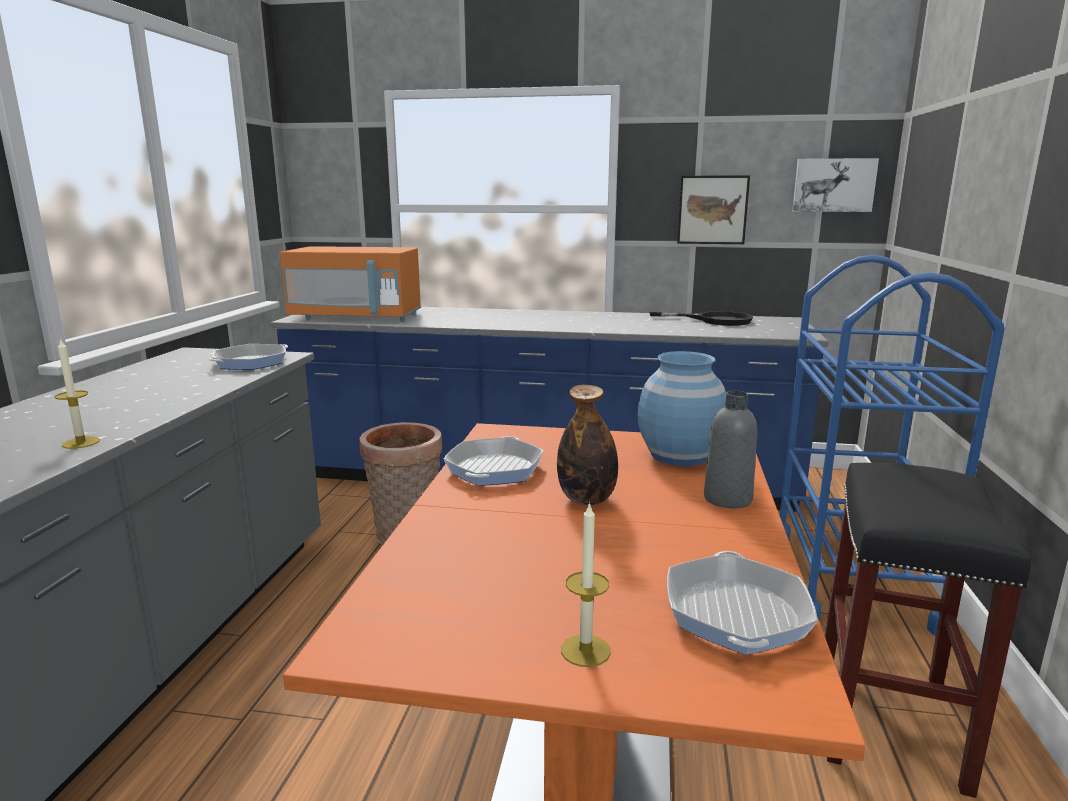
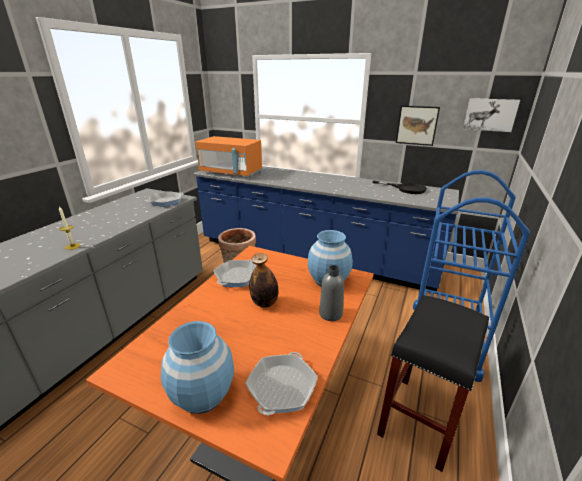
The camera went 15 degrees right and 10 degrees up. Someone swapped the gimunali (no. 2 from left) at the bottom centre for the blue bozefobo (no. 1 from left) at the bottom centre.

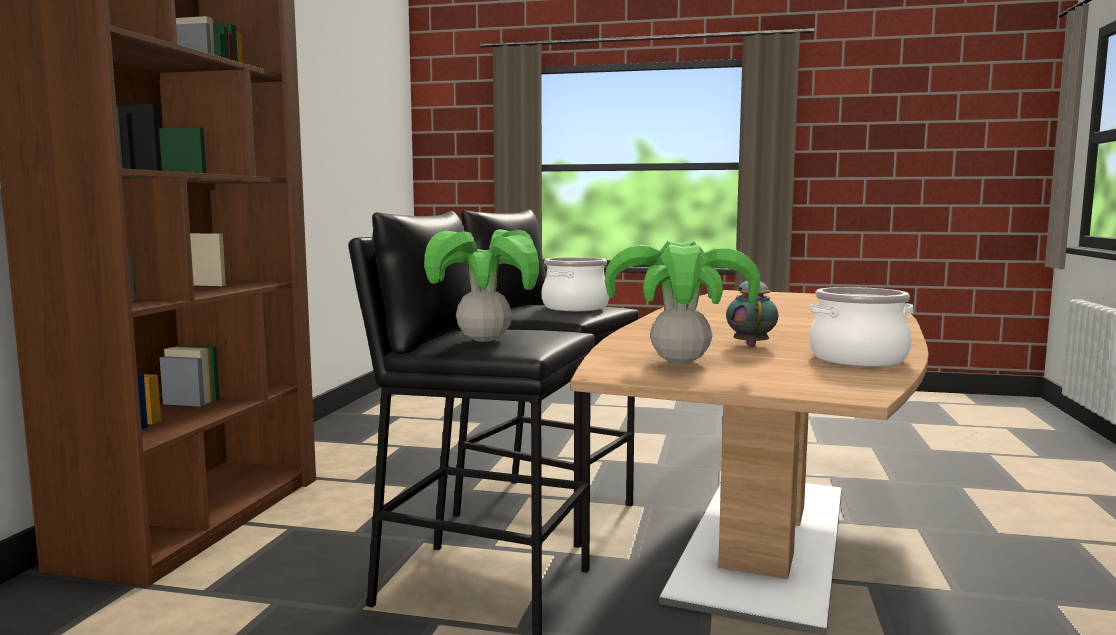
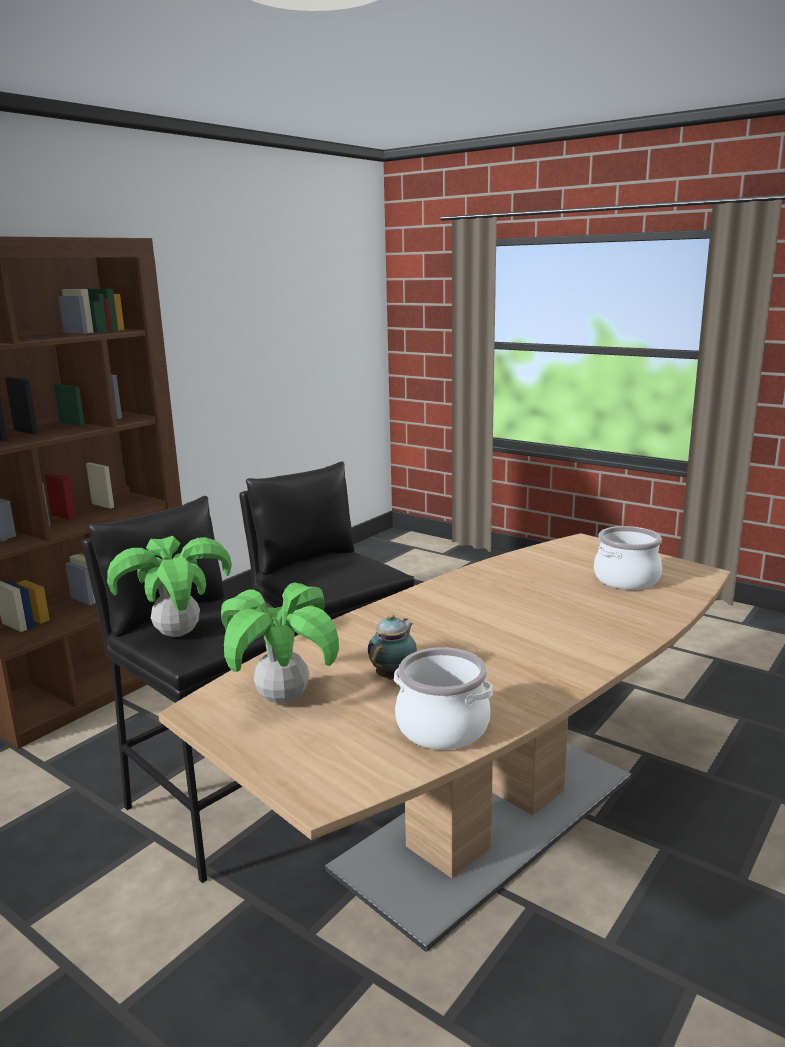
The camera went 25 degrees right and 10 degrees up. Someone carried the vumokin (no. 1 from left in the first image) from the centre to the middle right.

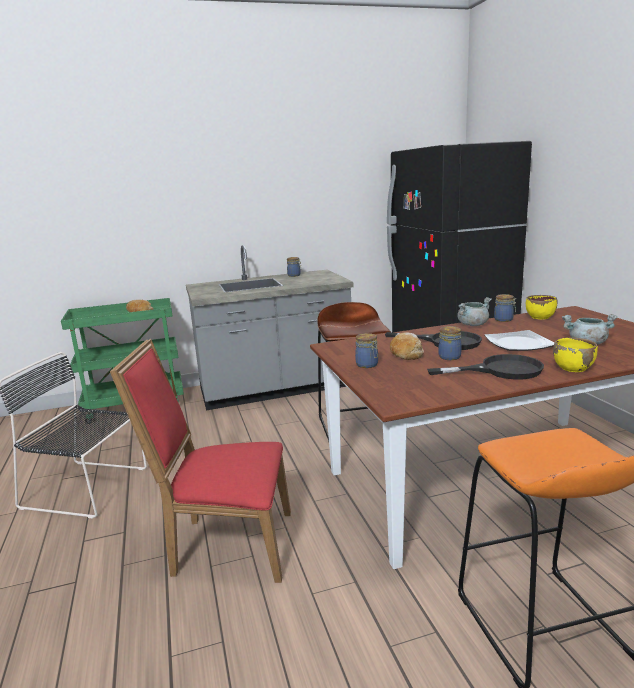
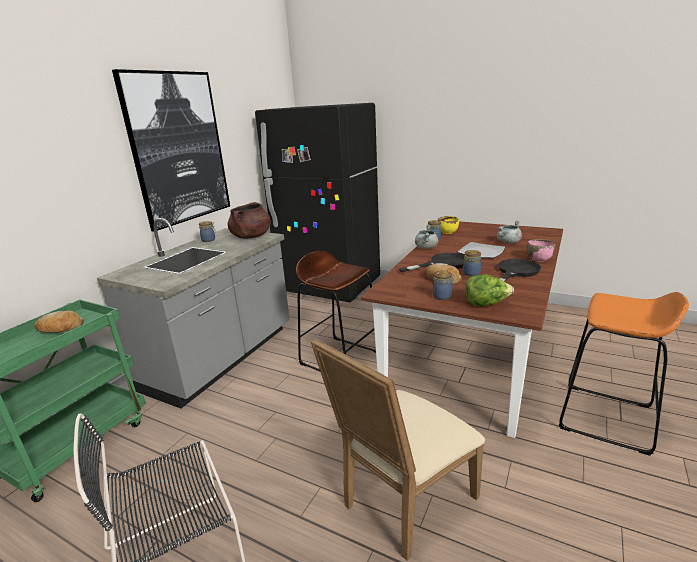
The camera went 45 degrees left and 5 degrees up. Someone put up the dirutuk at the top left. Someone put down the brown vumokin at the centre. Someone put down the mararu at the middle right. Someone repainted the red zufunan at the bottom left, which became the beige zufunan at the bottom centre. Someone repainted the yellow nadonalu (no. 2 from left) at the middle right, which became the pink nadonalu at the middle right.

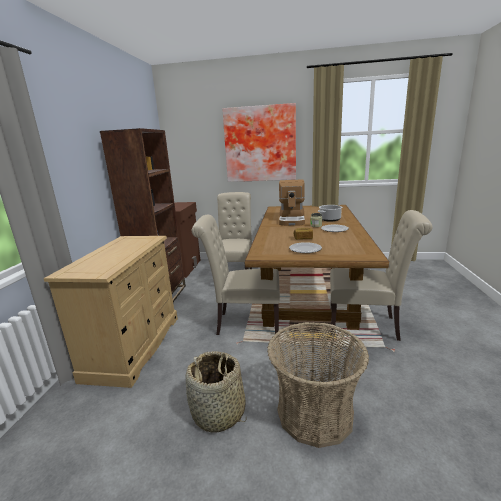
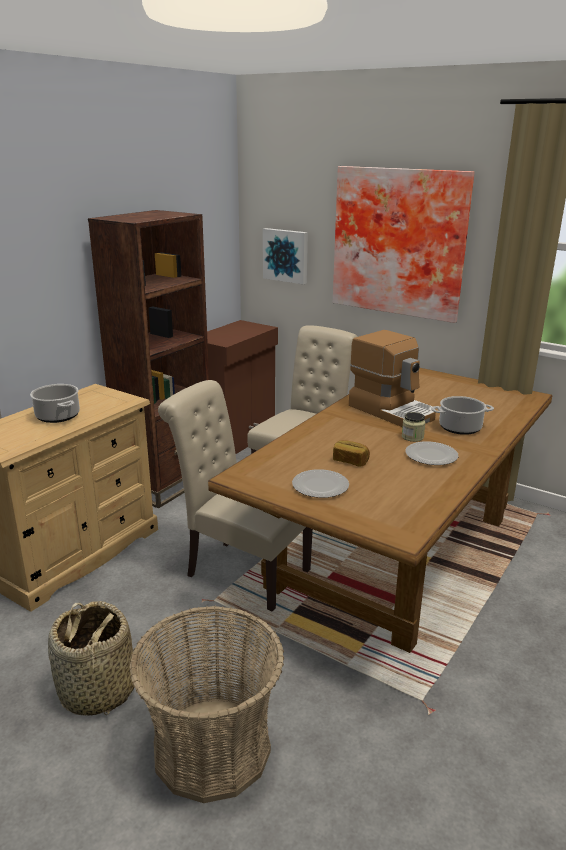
The camera went 25 degrees right and 5 degrees up. Someone took away the beige zufunan (no. 3 from left) at the middle right. Someone put down the vumokin (no. 1 from left) at the middle left. Someone put up the dirutuk (no. 1 from left) at the top centre. Someone rotated the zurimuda at the centre by 75 degrees counterclockwise.

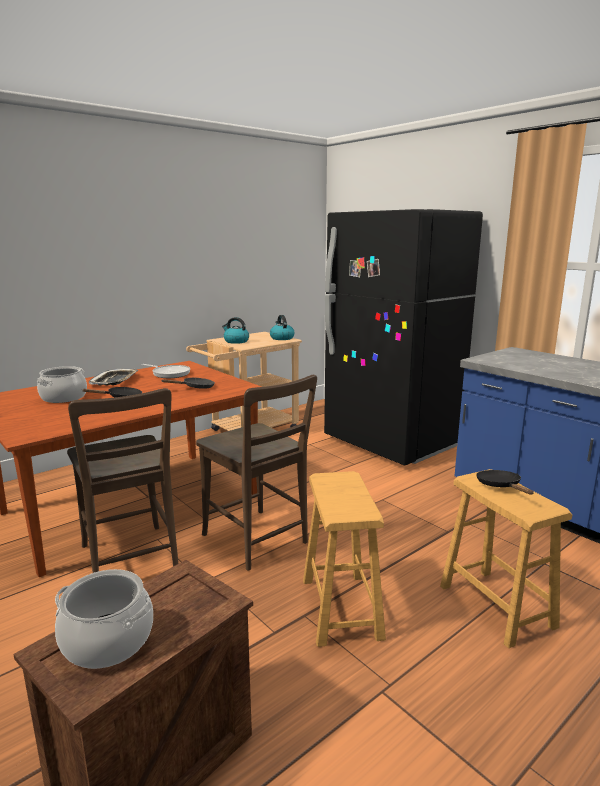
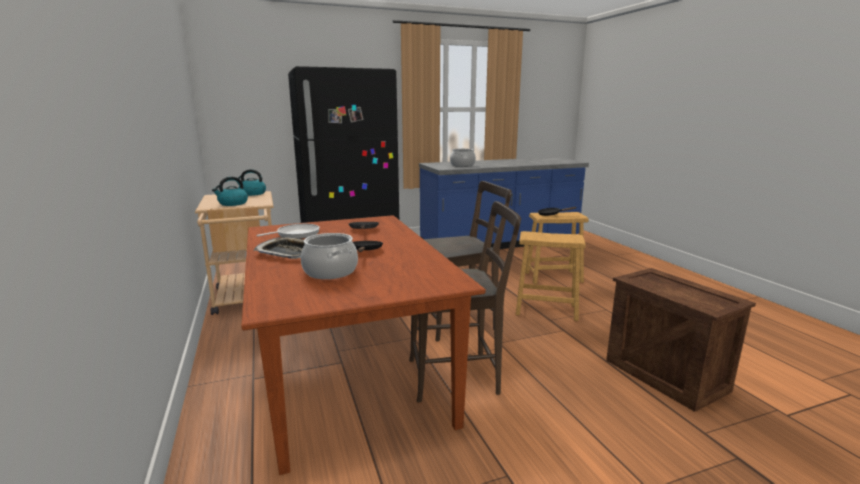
The camera went 70 degrees left and 0 degrees up. Someone carried the vumokin (no. 2 from left) from the bottom left to the top centre.

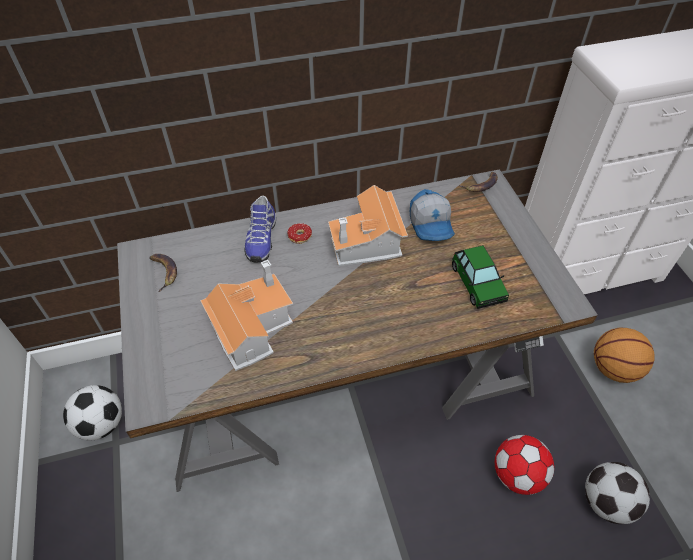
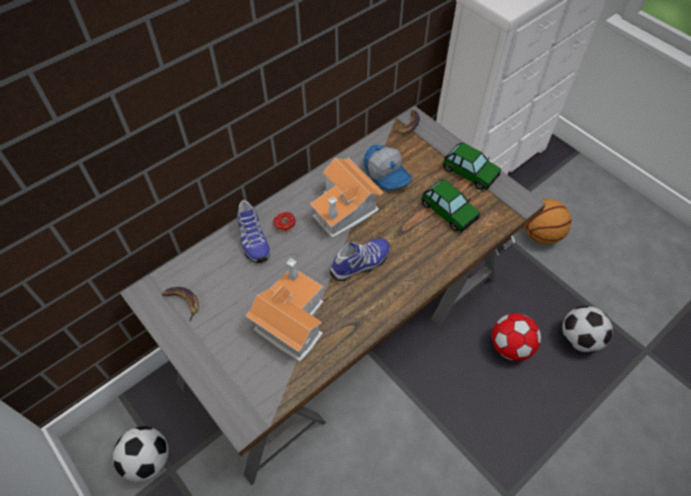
The camera went 25 degrees left and 5 degrees up. Someone put down the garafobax (no. 2 from left) at the centre. Someone put down the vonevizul (no. 2 from left) at the middle right.

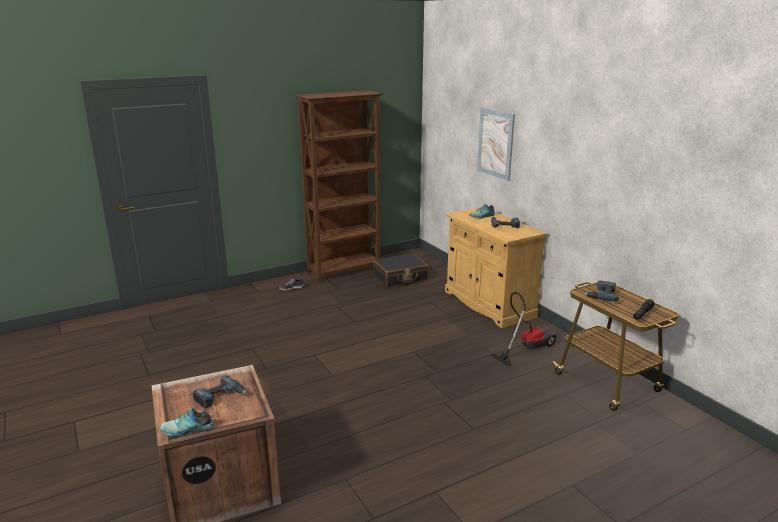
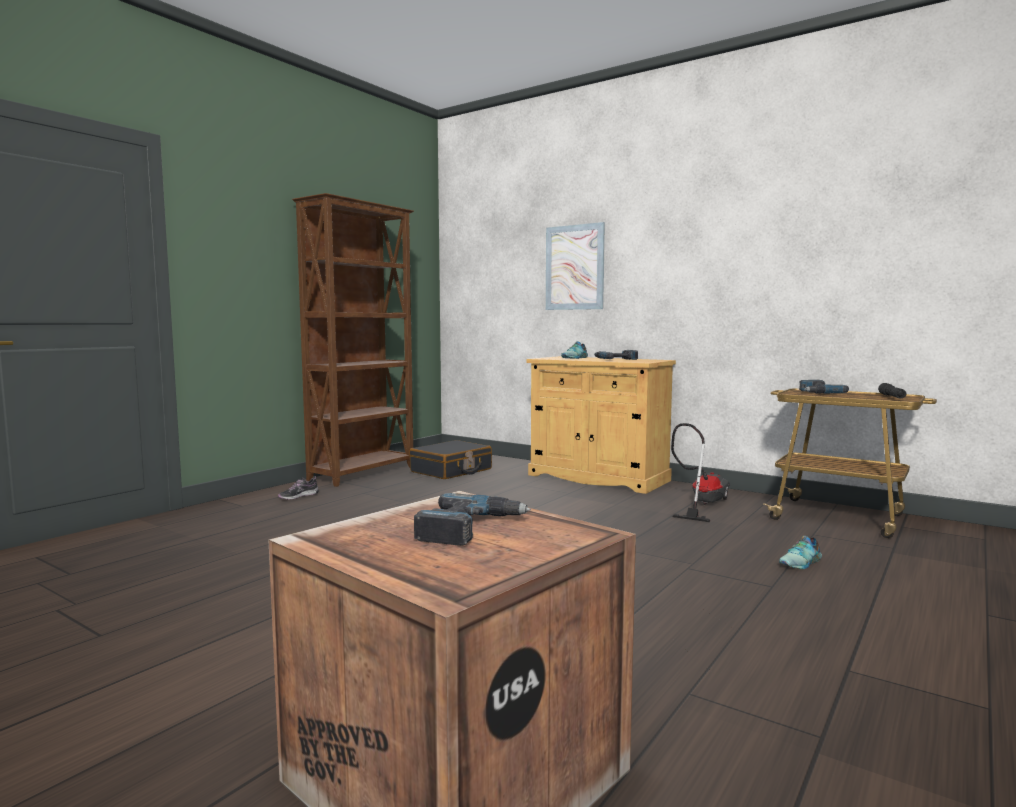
The camera went 25 degrees left and 15 degrees down. Someone carried the garafobax (no. 1 from left in the first image) from the bottom left to the bottom right.

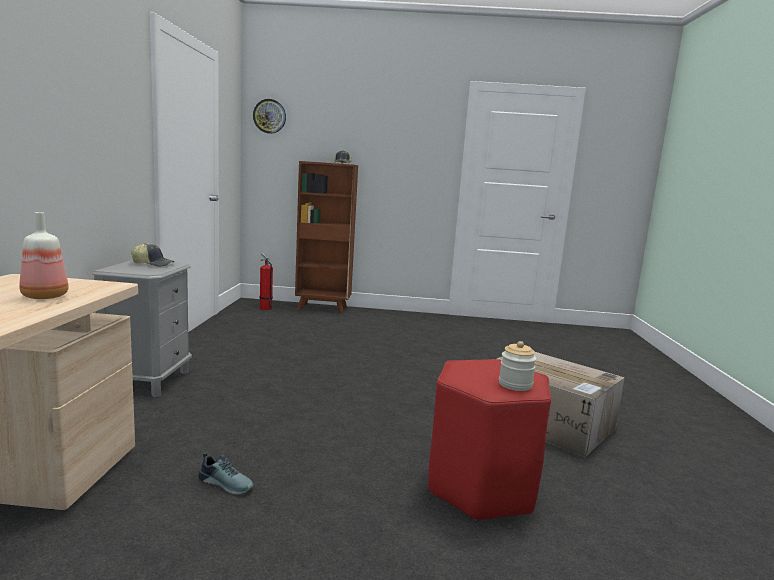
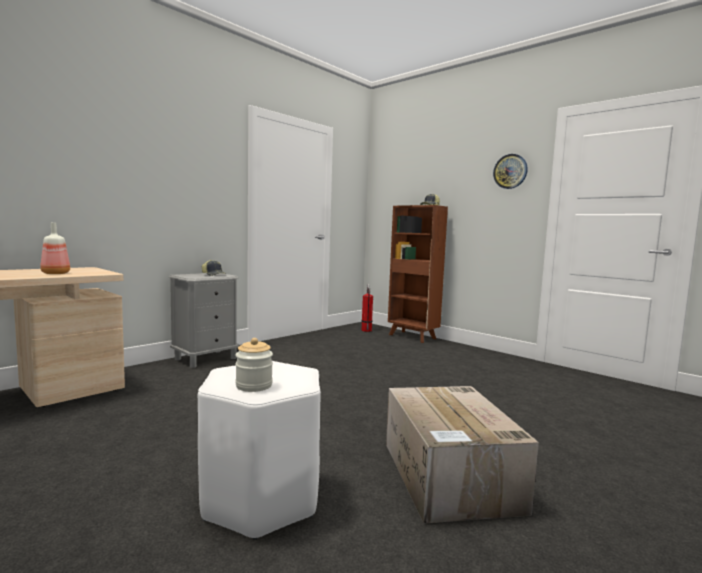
The camera went 40 degrees right and 5 degrees down. Someone took away the garafobax at the bottom left. Someone carried the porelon from the top centre to the top right. Someone repainted the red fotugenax at the bottom centre, which became the white fotugenax at the bottom centre.

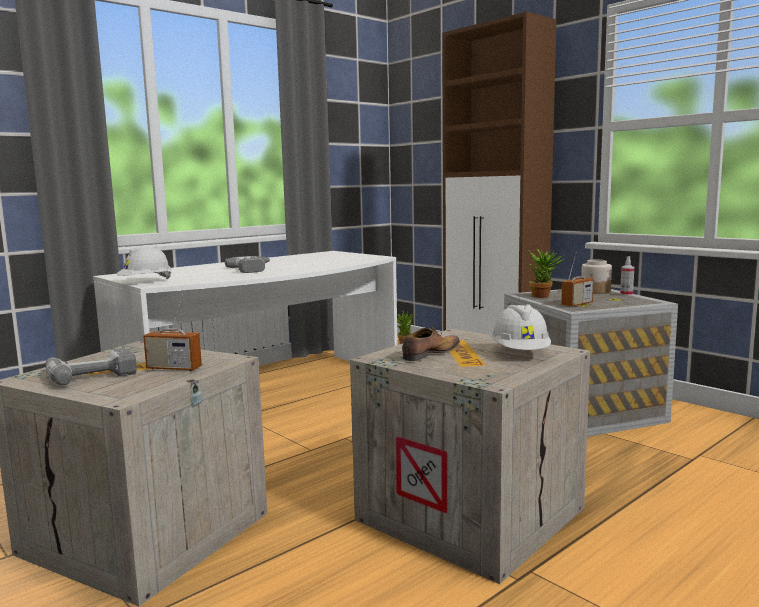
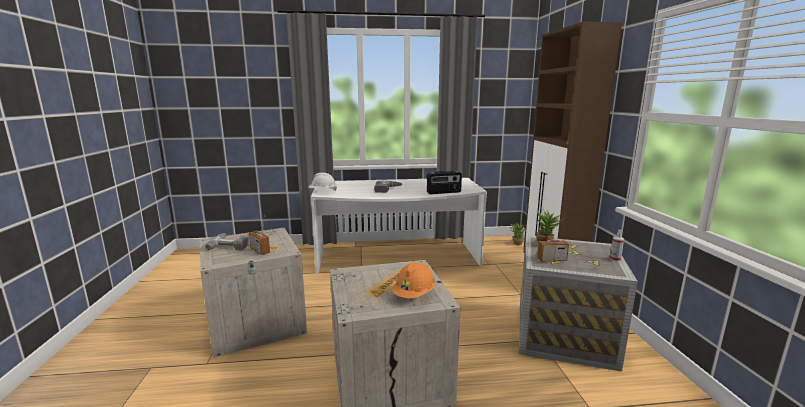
The camera went 35 degrees right and 5 degrees up. Someone took away the garafobax at the centre. Someone took away the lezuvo at the middle right. Someone put down the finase (no. 2 from left) at the centre. Someone repainted the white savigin (no. 2 from left) at the middle right, which became the orange savigin at the bottom centre.

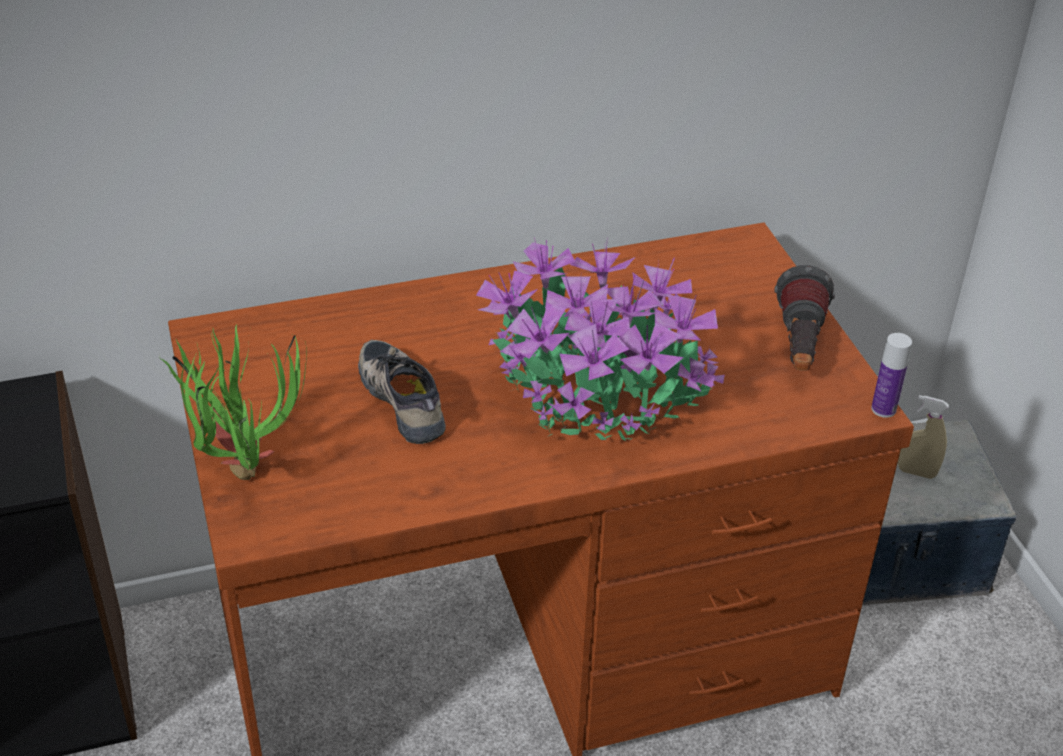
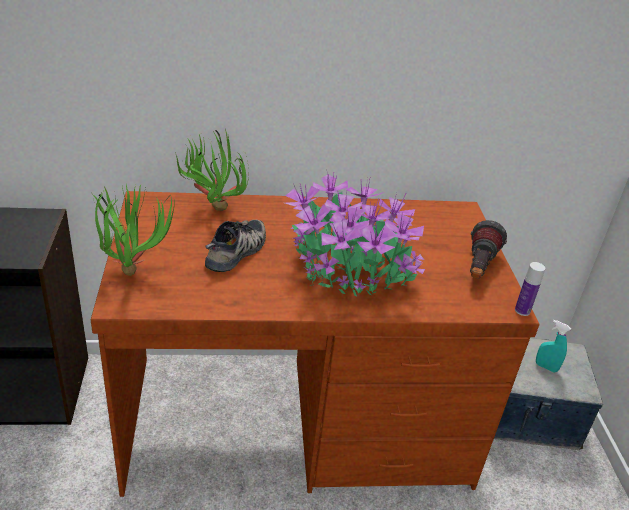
The camera went 10 degrees right and 5 degrees down. Someone put down the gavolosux (no. 2 from left) at the centre. Someone repainted the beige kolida at the middle right, which became the turquoise kolida at the bottom right. Someone rotated the garafobax at the centre by 45 degrees clockwise.

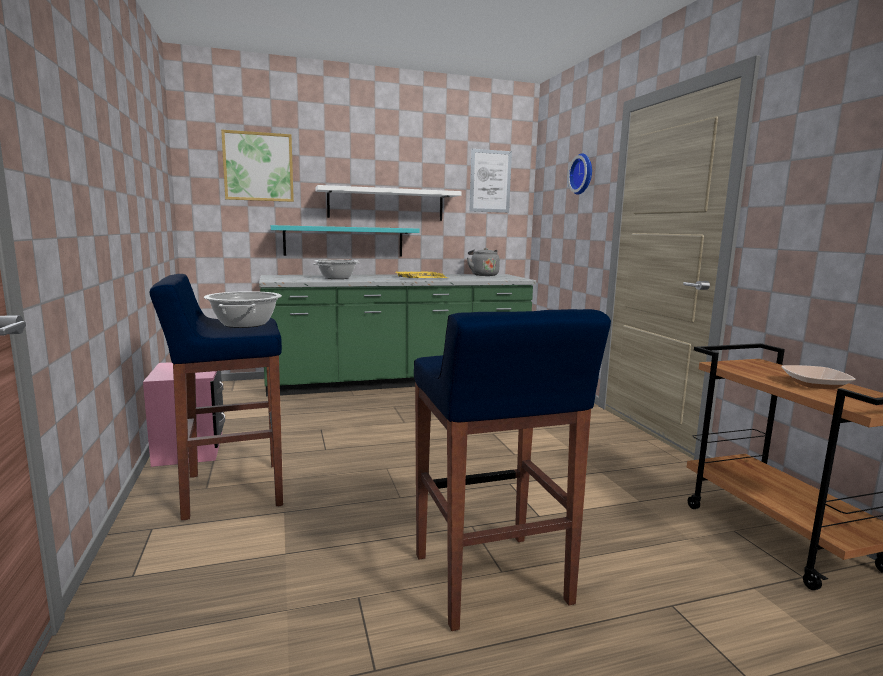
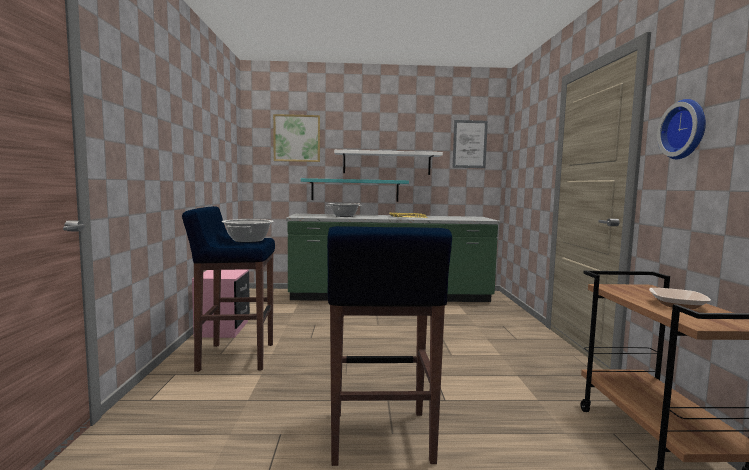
The camera went 15 degrees right and 5 degrees down. Someone took away the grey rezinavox at the centre. Someone carried the porelon from the top centre to the top right.

